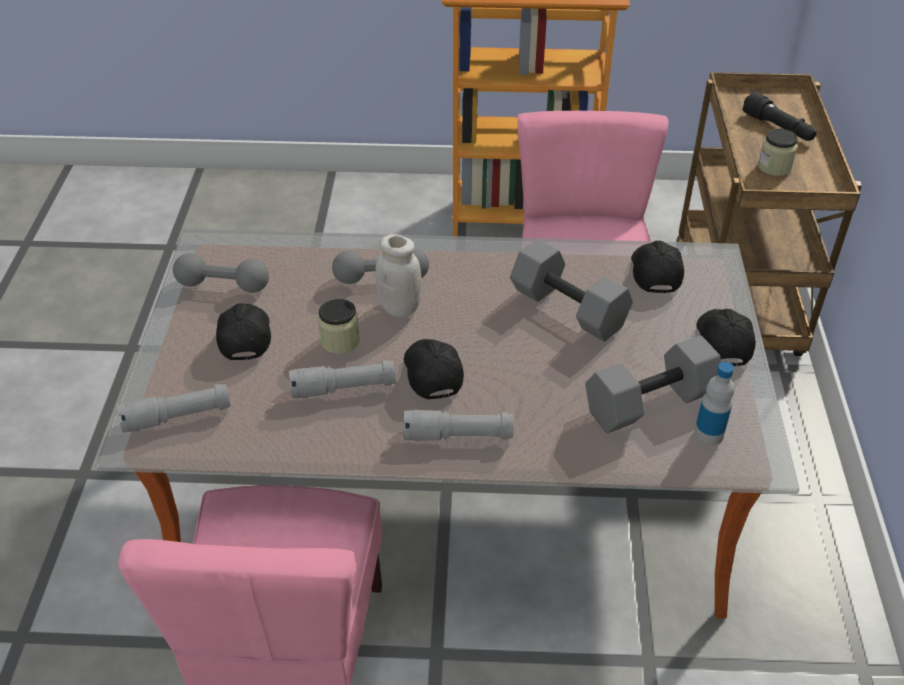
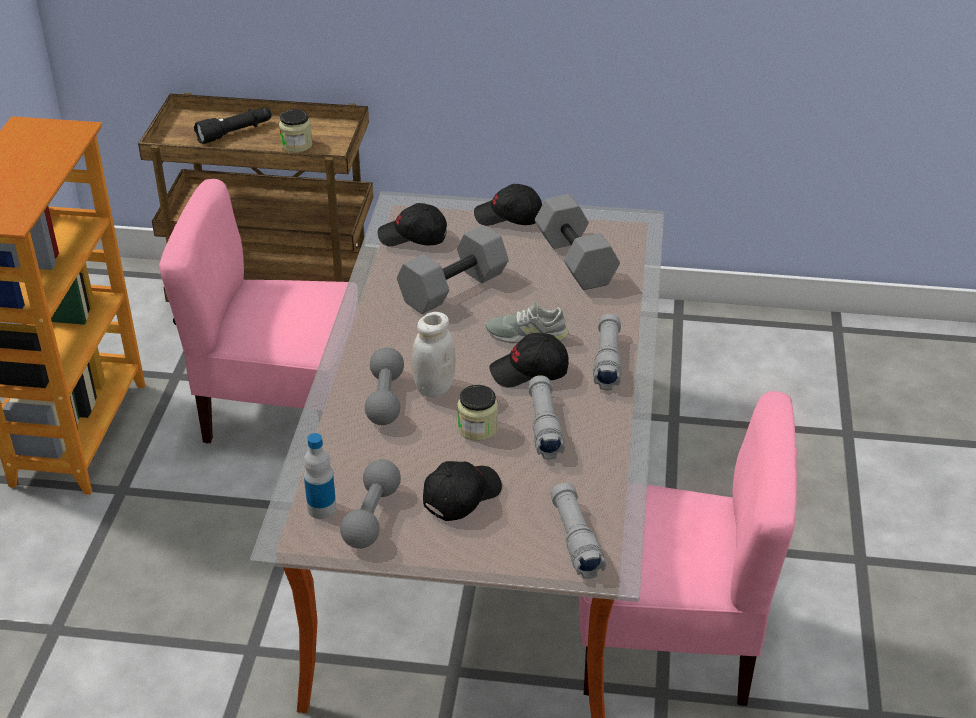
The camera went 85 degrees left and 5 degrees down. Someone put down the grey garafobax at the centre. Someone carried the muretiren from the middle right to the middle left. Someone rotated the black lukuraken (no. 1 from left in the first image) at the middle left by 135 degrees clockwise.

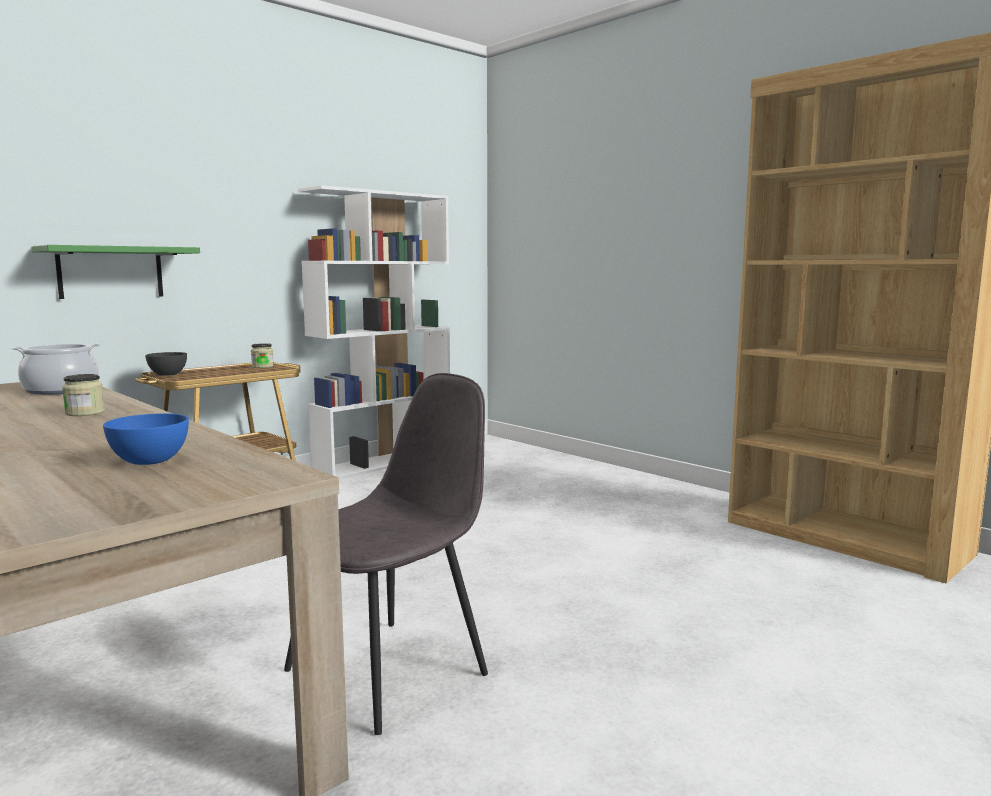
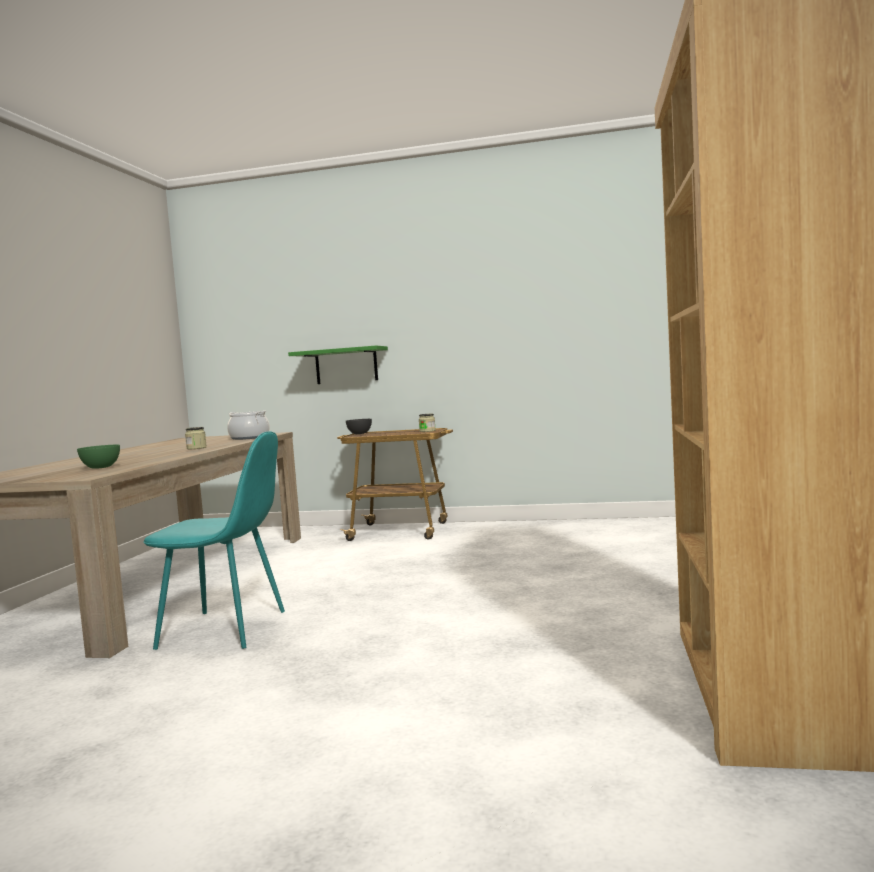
The camera went 55 degrees right and 5 degrees down. Someone took away the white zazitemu at the centre. Someone repainted the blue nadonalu at the middle left, which became the green nadonalu at the middle left. Someone repainted the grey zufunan at the bottom centre, which became the turquoise zufunan at the middle left.

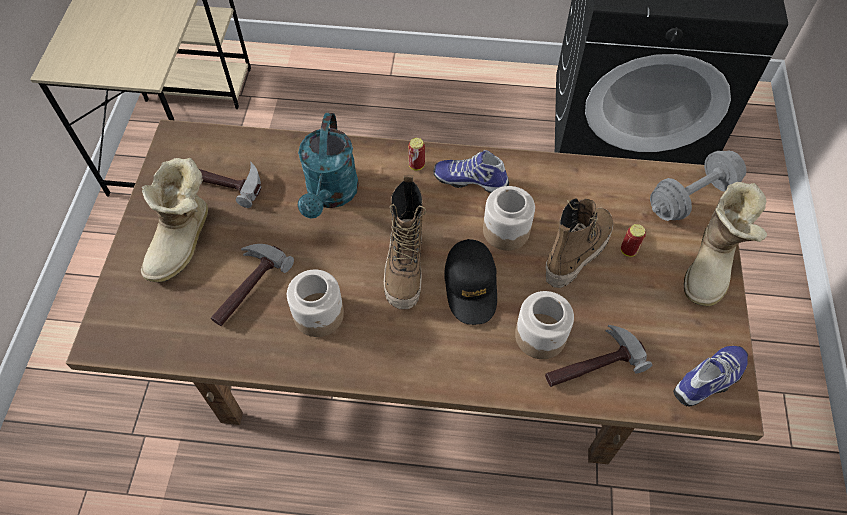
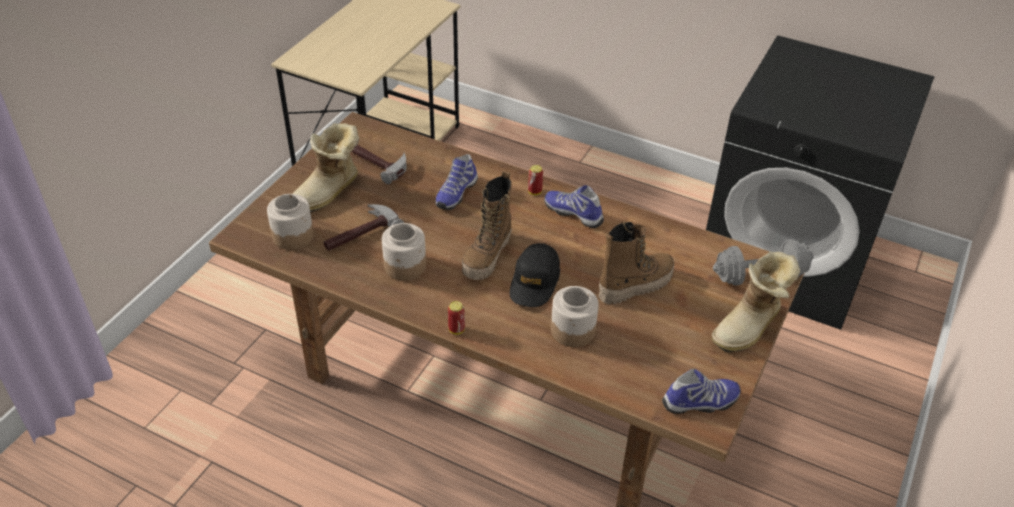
The camera went 20 degrees right and 15 degrees down. Someone took away the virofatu (no. 3 from left) at the bottom right. Someone carried the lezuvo (no. 2 from left in the first image) from the centre to the middle left. Someone carried the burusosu (no. 2 from left in the first image) from the middle right to the centre. Someone swapped the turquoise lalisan at the top centre for the garafobax (no. 1 from left) at the centre.

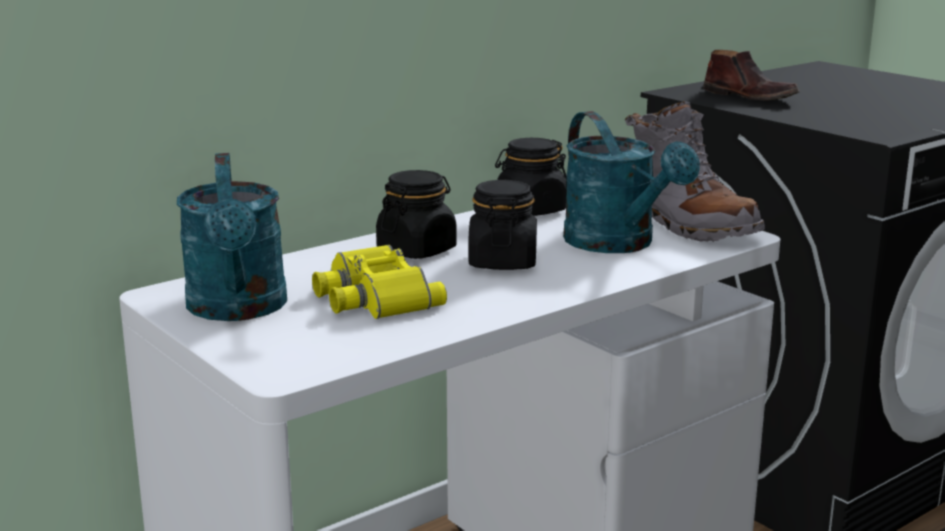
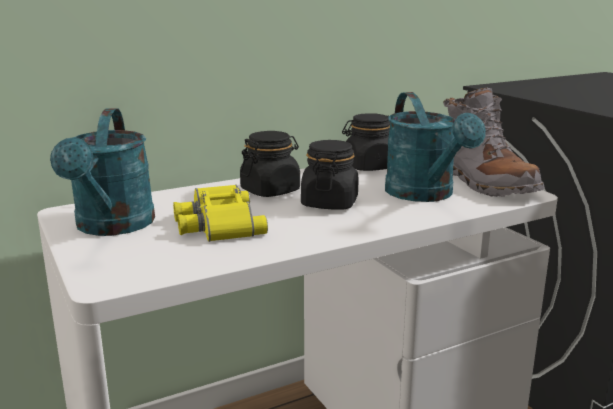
The camera went 10 degrees right and 0 degrees up. Someone took away the brown garafobax at the top right.

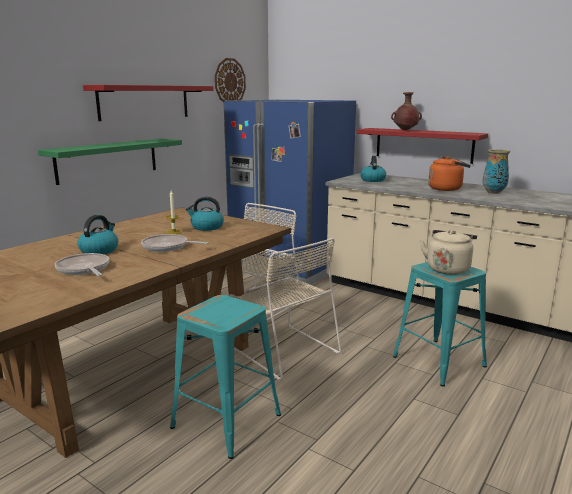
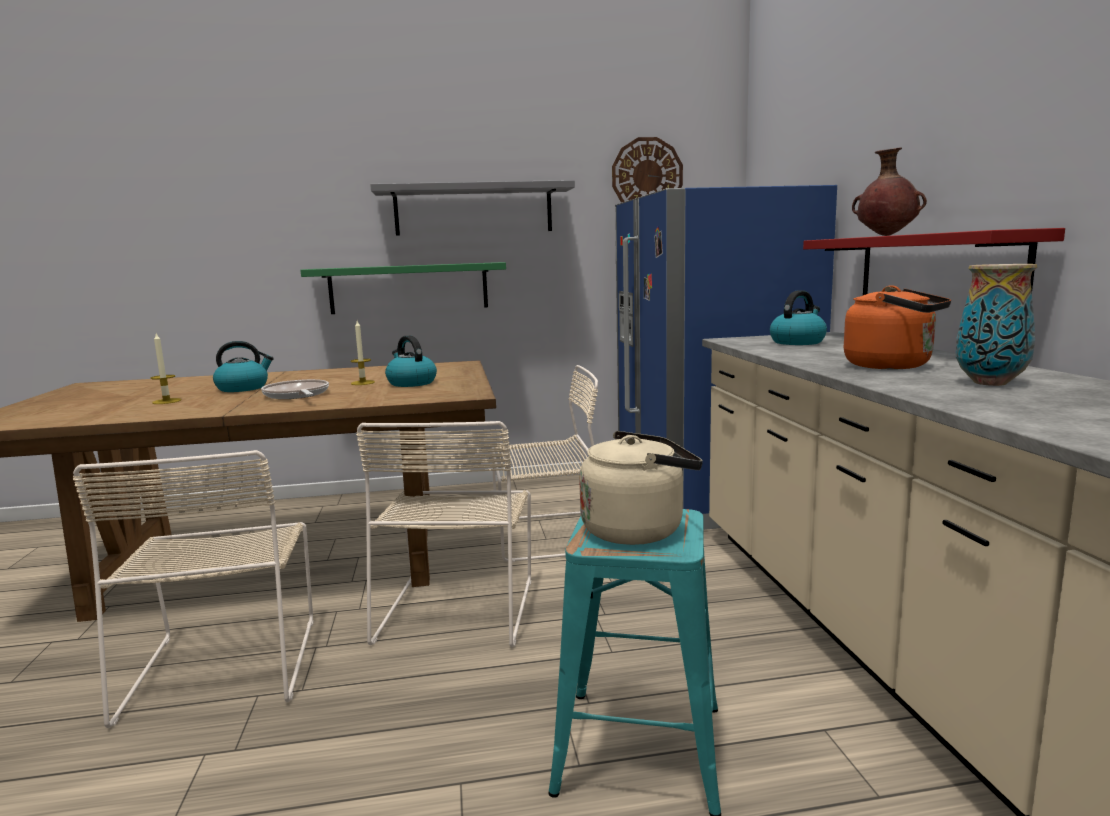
The camera went 45 degrees right and 5 degrees down. Someone swapped the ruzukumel (no. 1 from left) at the middle left for the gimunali (no. 1 from left) at the middle left. Someone swapped the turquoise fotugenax (no. 1 from left) at the bottom centre for the beige zufunan (no. 1 from left) at the bottom left. Someone repainted the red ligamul (no. 1 from left) at the top left, which became the grey ligamul at the top centre.

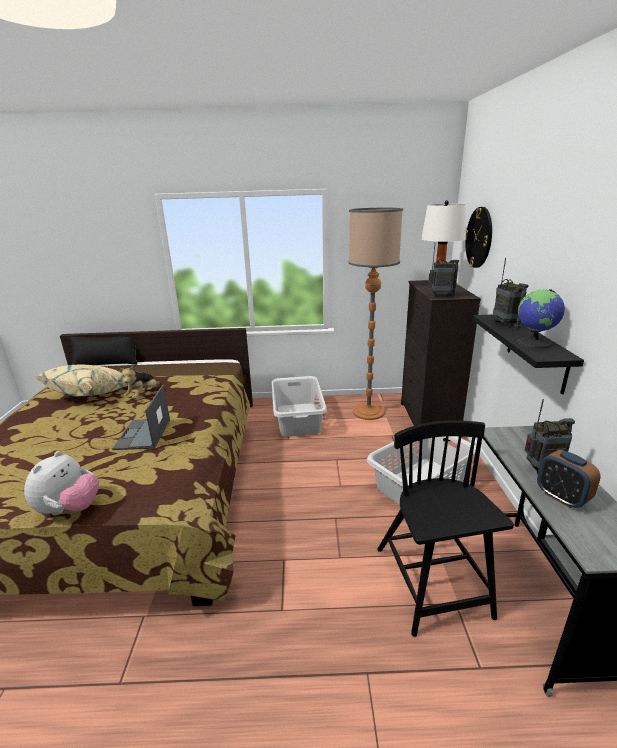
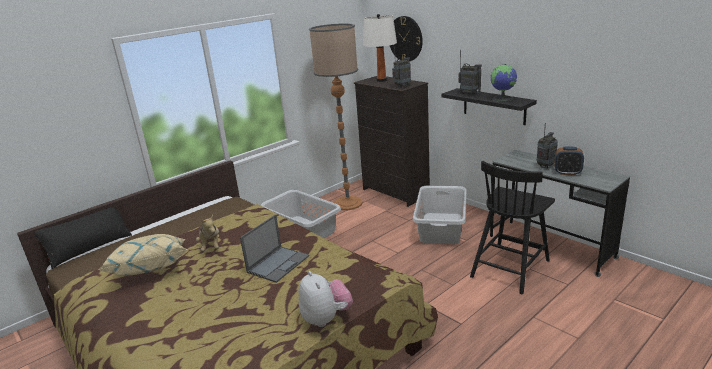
The camera went 40 degrees left and 0 degrees up. Someone rotated the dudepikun at the middle left by 105 degrees counterclockwise. Someone rotated the black zufunan at the bottom right by 90 degrees counterclockwise.

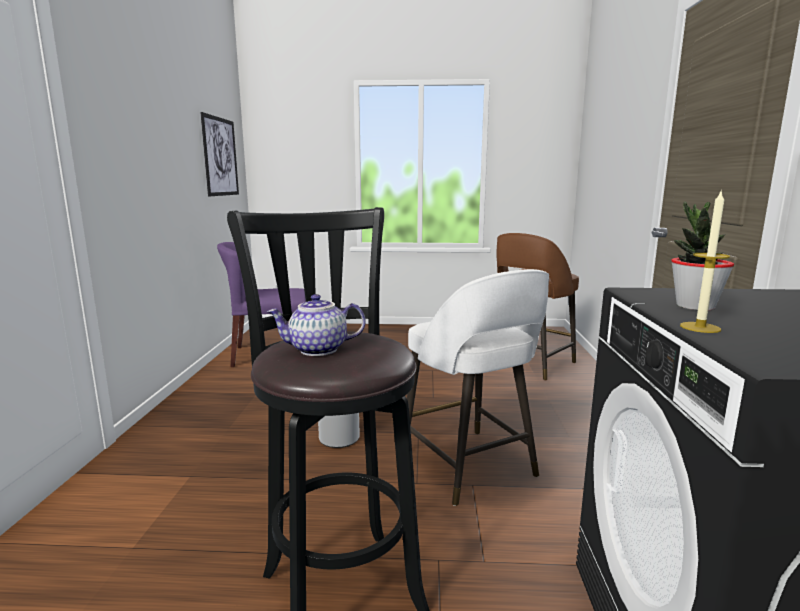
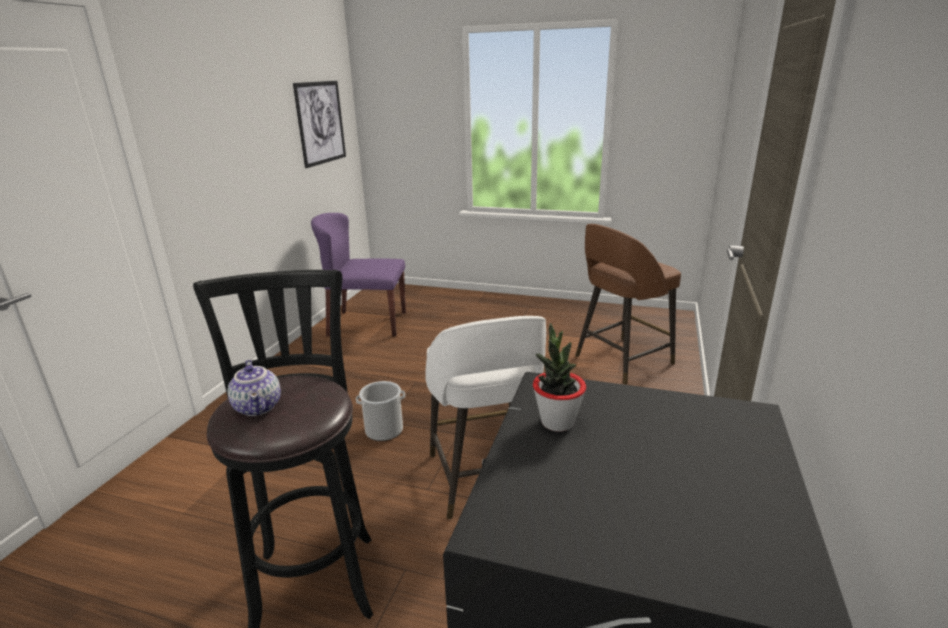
The camera went 15 degrees right and 10 degrees up. Someone took away the gimunali at the middle right. Someone rotated the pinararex at the centre by 120 degrees counterclockwise.

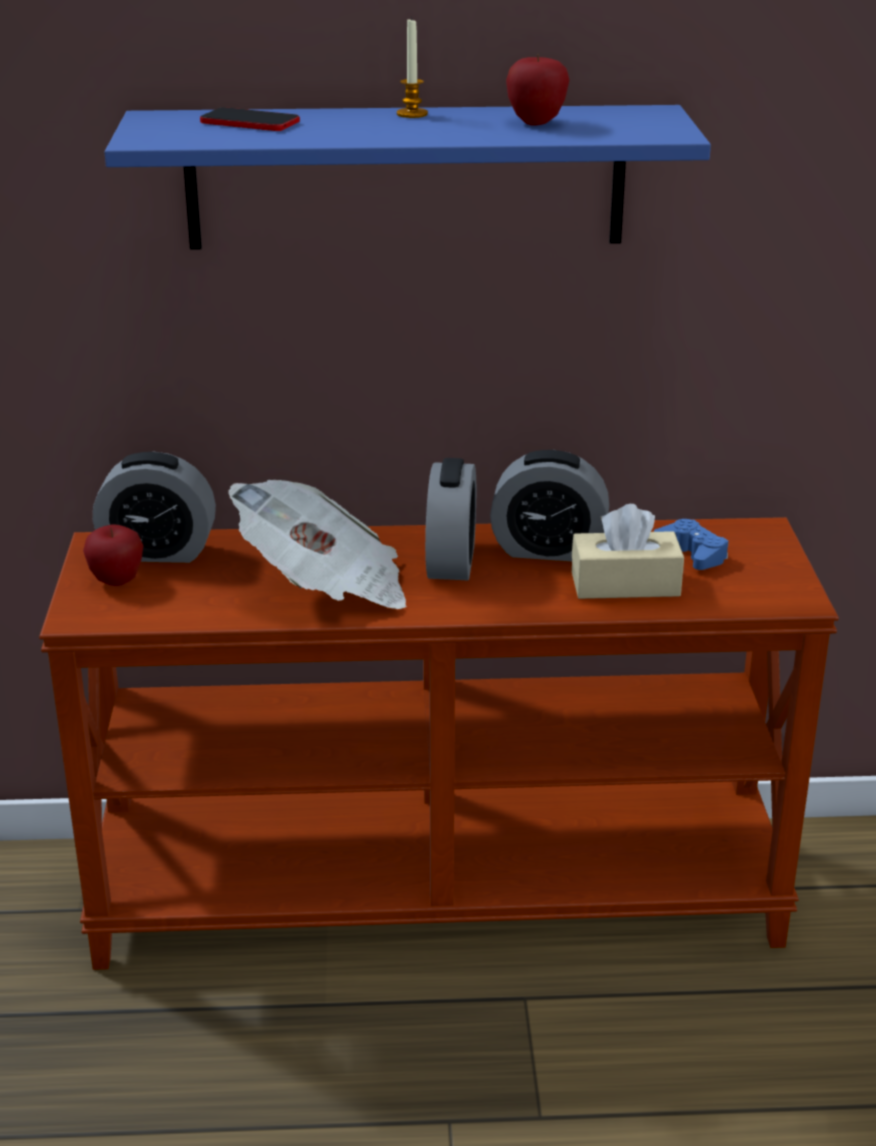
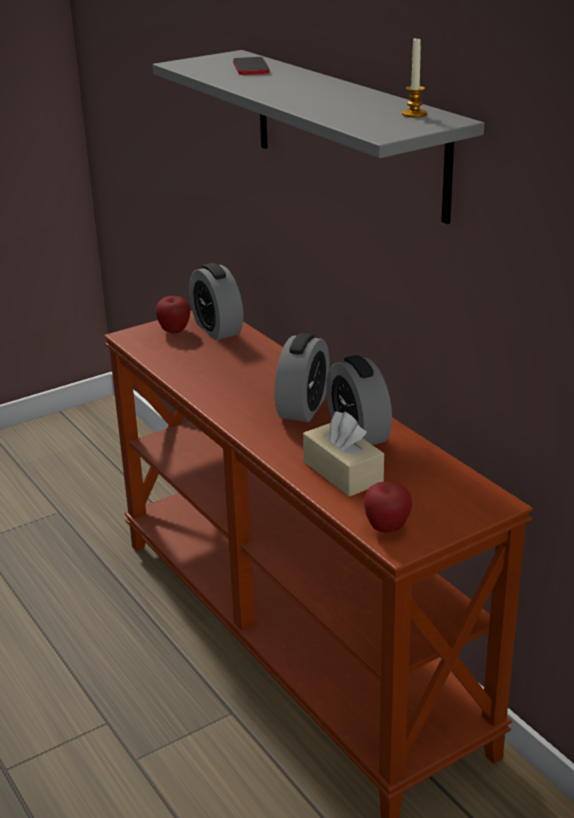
The camera went 60 degrees right and 0 degrees up. Someone took away the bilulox at the centre. Someone took away the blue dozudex at the middle right. Someone carried the gimunali from the top centre to the top right. Someone carried the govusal (no. 2 from left) from the top centre to the middle right. Someone repainted the blue ligamul at the top centre, which became the grey ligamul at the top centre. Someone rotated the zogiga (no. 2 from left) at the centre by 45 degrees counterclockwise.

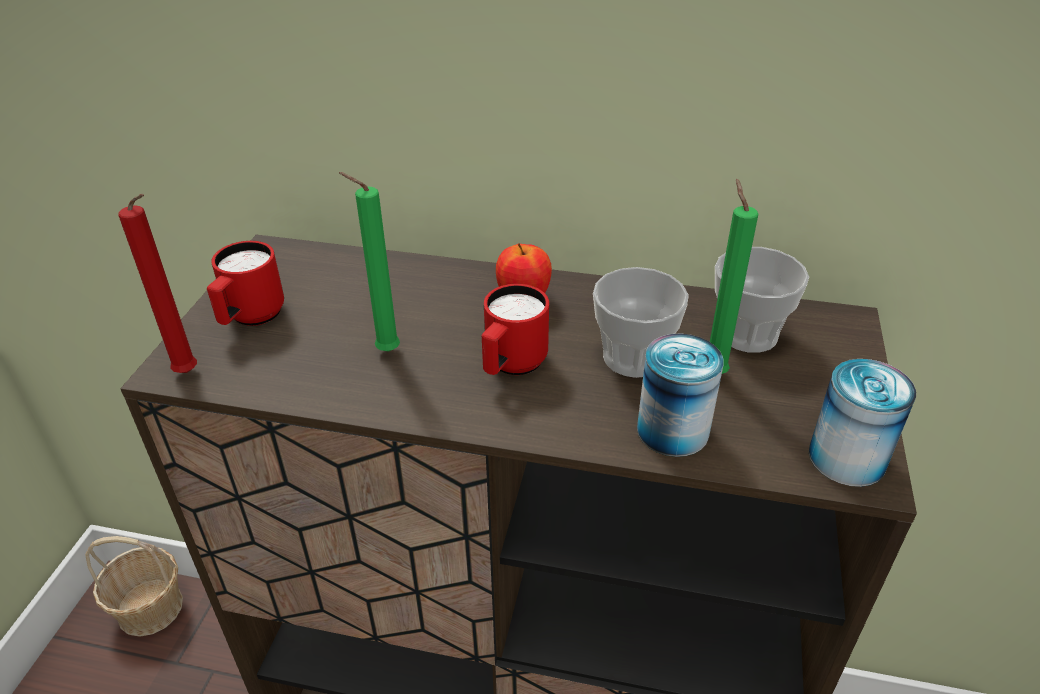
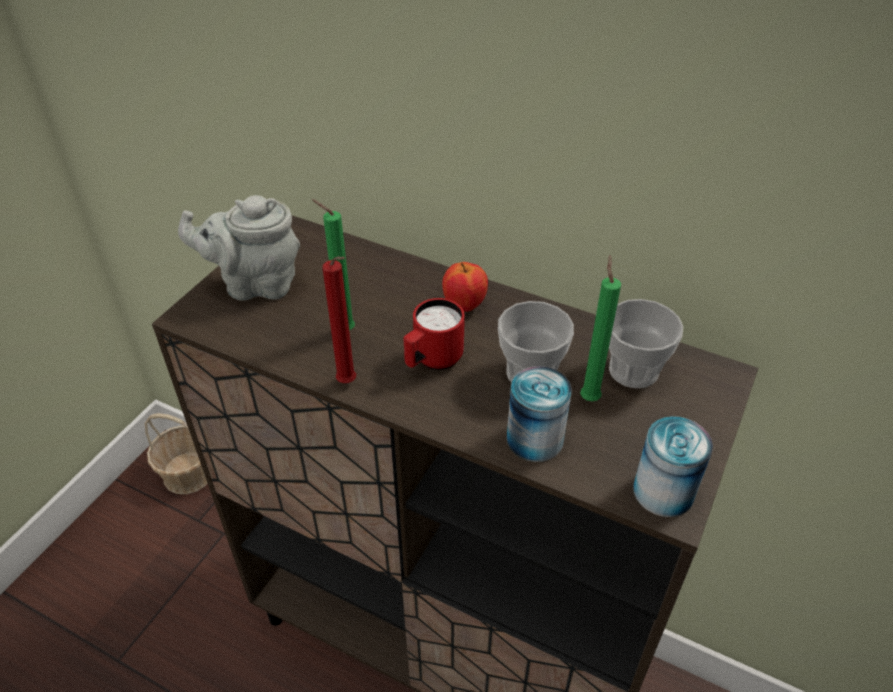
The camera went 15 degrees right and 5 degrees up. Someone carried the red gimunali from the middle left to the centre. Someone swapped the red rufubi (no. 1 from left) at the middle left for the grey pinararex at the middle left.

